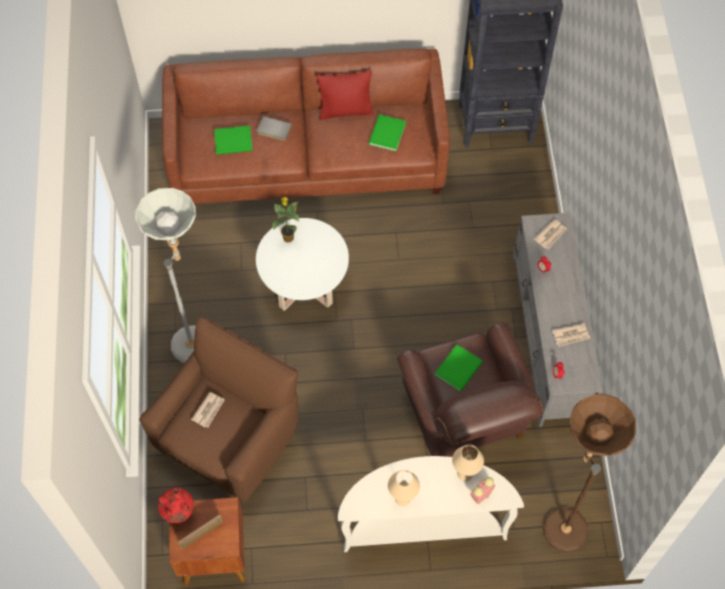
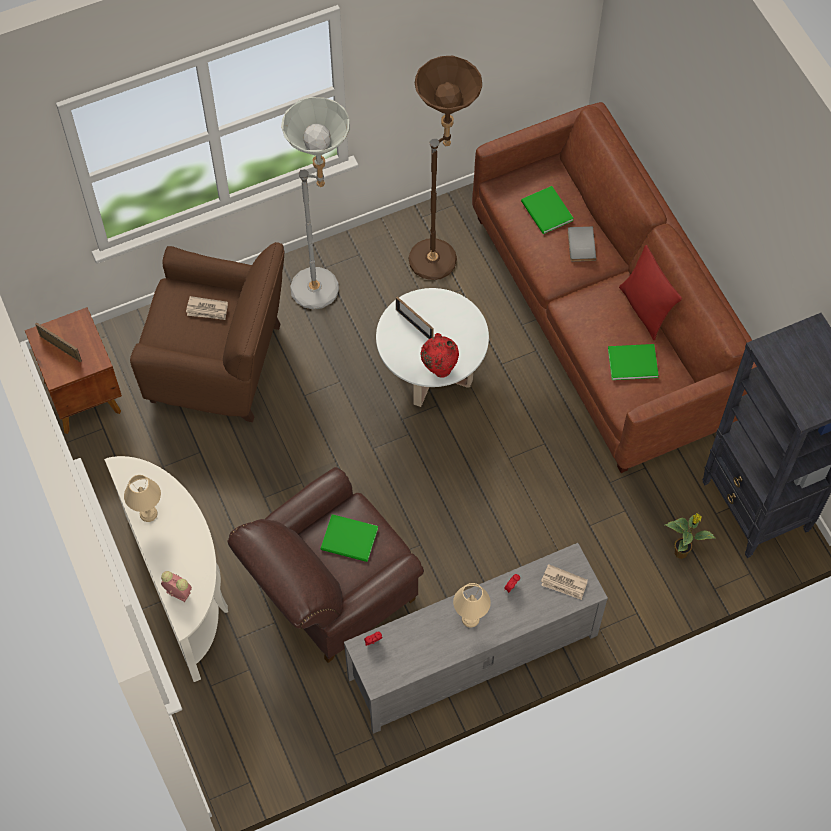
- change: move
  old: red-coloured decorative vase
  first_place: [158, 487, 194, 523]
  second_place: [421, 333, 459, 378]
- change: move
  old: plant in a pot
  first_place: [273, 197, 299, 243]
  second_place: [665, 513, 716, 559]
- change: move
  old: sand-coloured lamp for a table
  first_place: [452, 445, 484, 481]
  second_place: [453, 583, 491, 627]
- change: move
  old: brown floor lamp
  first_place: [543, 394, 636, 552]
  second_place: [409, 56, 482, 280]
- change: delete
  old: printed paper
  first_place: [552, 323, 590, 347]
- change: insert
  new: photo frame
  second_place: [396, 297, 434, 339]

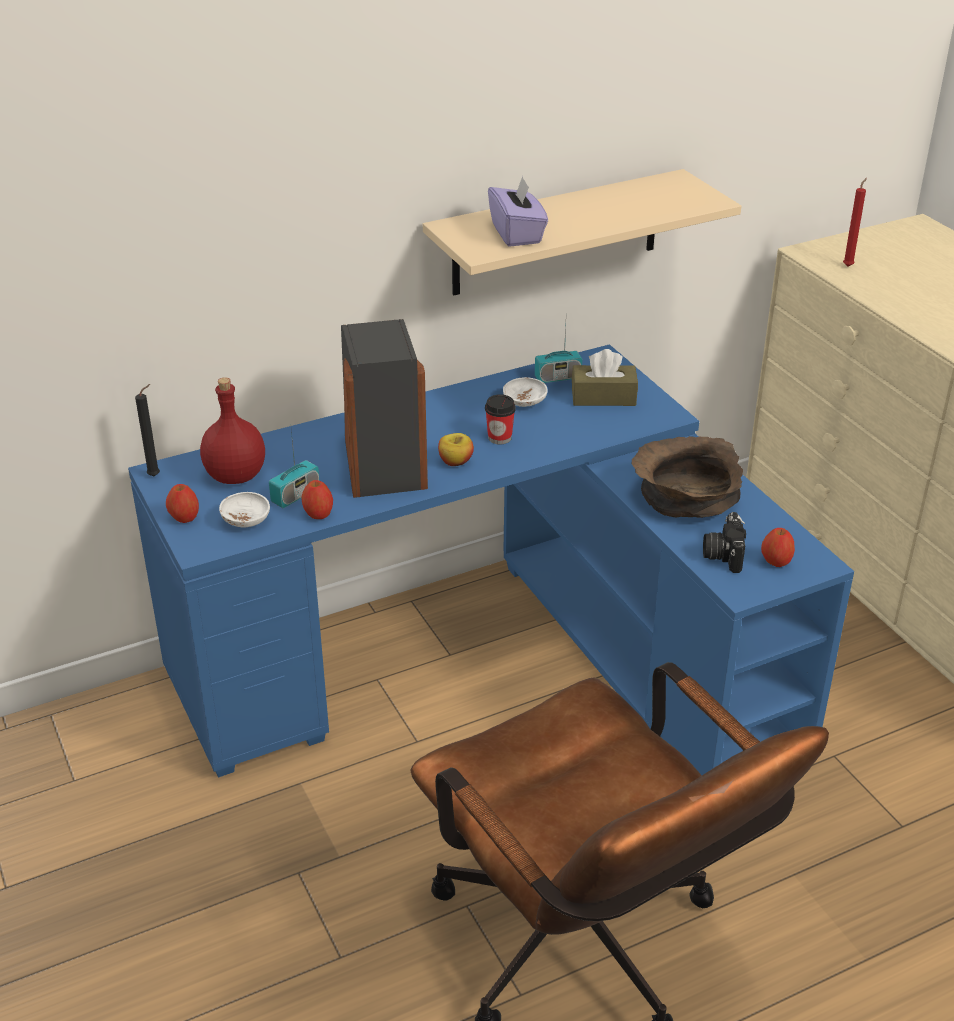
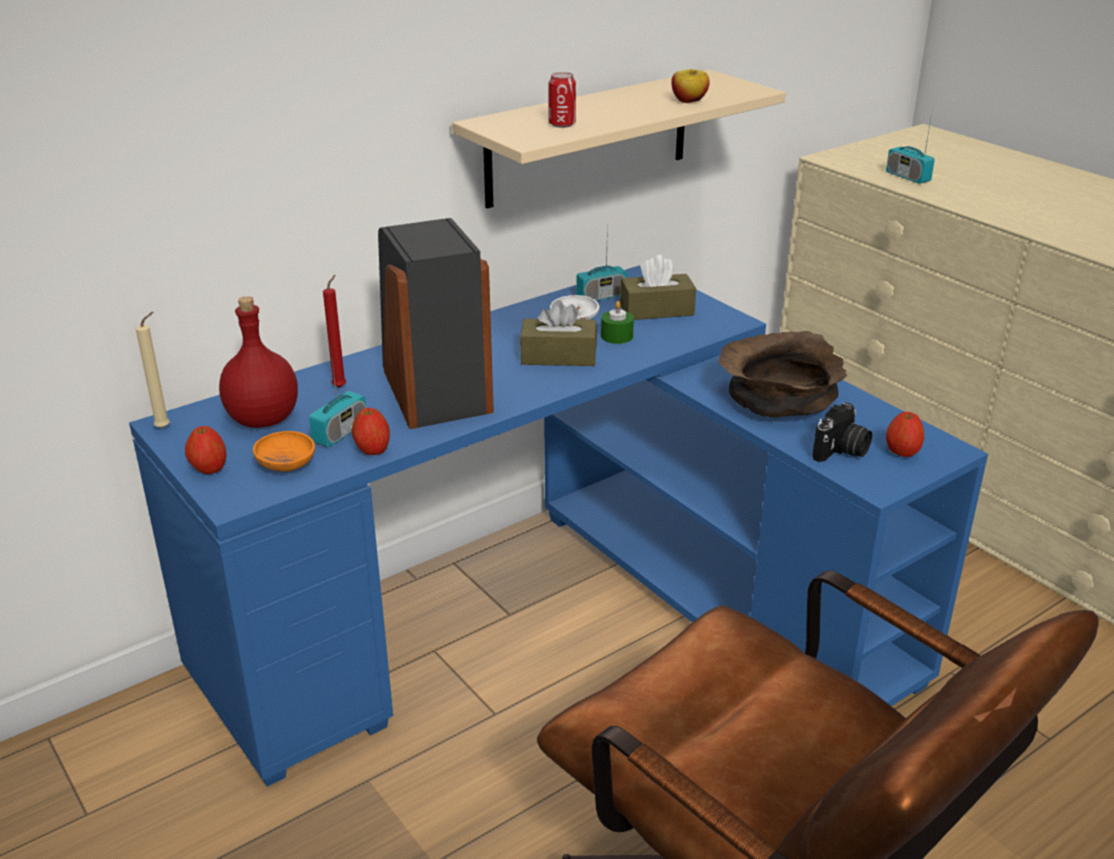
- change: recolor
  old: black wax candle
  new: sand-coloured wax candle
  first_place: [135, 384, 160, 476]
  second_place: [136, 312, 170, 429]
- change: recolor
  old: white deep dish
  new: orangey deep dish
  first_place: [219, 492, 270, 527]
  second_place: [253, 431, 315, 471]
- change: move
  old: apple fruit
  first_place: [438, 433, 474, 466]
  second_place: [671, 69, 710, 103]
- change: replace
  old: cup
  new: brown box of tissues
  first_place: [485, 394, 516, 444]
  second_place: [520, 300, 597, 366]
- change: replace
  old: purple box of tissues
  new: can
  first_place: [488, 176, 548, 247]
  second_place: [548, 72, 576, 128]
- change: rotate
  old: still camera
  first_place: [703, 512, 746, 573]
  second_place: [812, 402, 872, 462]
  degrees: -135
- change: move
  old: red-coloured wax candle
  first_place: [843, 178, 867, 266]
  second_place: [323, 275, 346, 388]
- change: insert
  new: greenish wax candle
  second_place: [601, 301, 634, 344]
- change: insert
  new: radio receiver
  second_place: [886, 114, 935, 184]

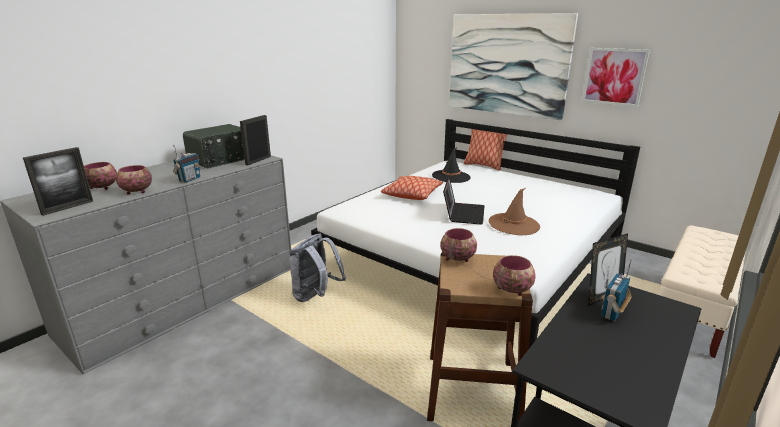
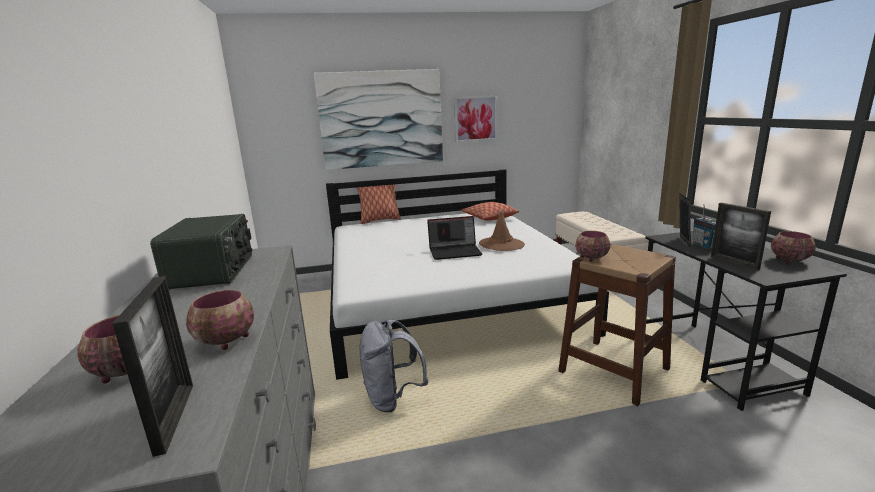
- change: delete
  old: radio receiver
  first_place: [173, 145, 200, 183]
- change: move
  old: photo frame
  first_place: [240, 115, 271, 165]
  second_place: [711, 203, 771, 270]
- change: move
  old: cushion
  first_place: [381, 176, 443, 200]
  second_place: [461, 202, 519, 221]
- change: delete
  old: black hat
  first_place: [432, 147, 471, 183]
- change: rotate
  old: notebook computer
  first_place: [443, 176, 485, 225]
  second_place: [427, 216, 482, 260]
  degrees: 120
- change: move
  old: deep dish
  first_place: [493, 255, 536, 296]
  second_place: [771, 231, 816, 263]

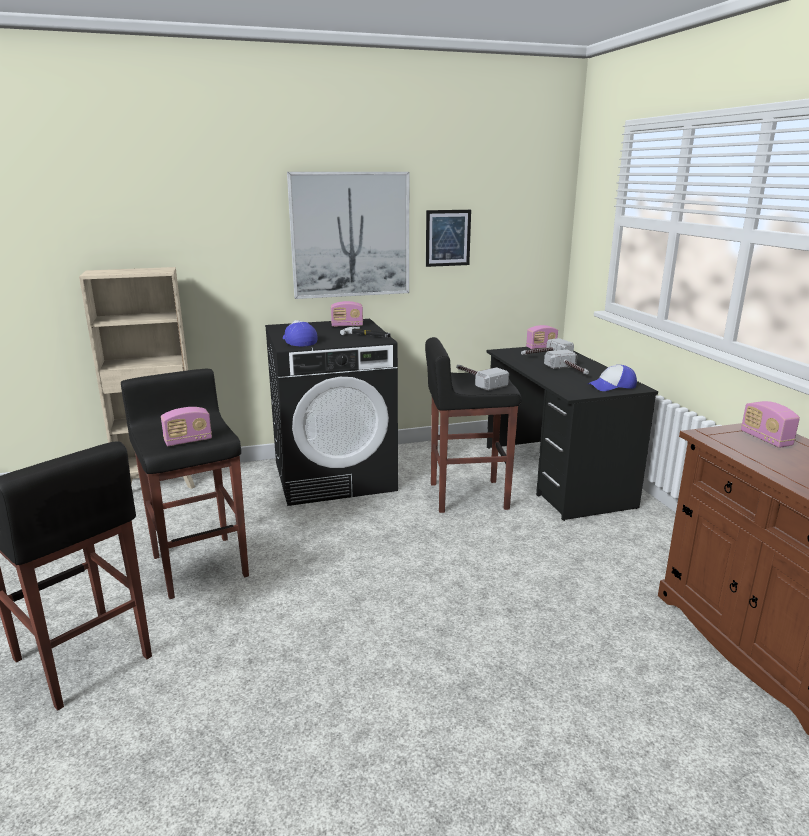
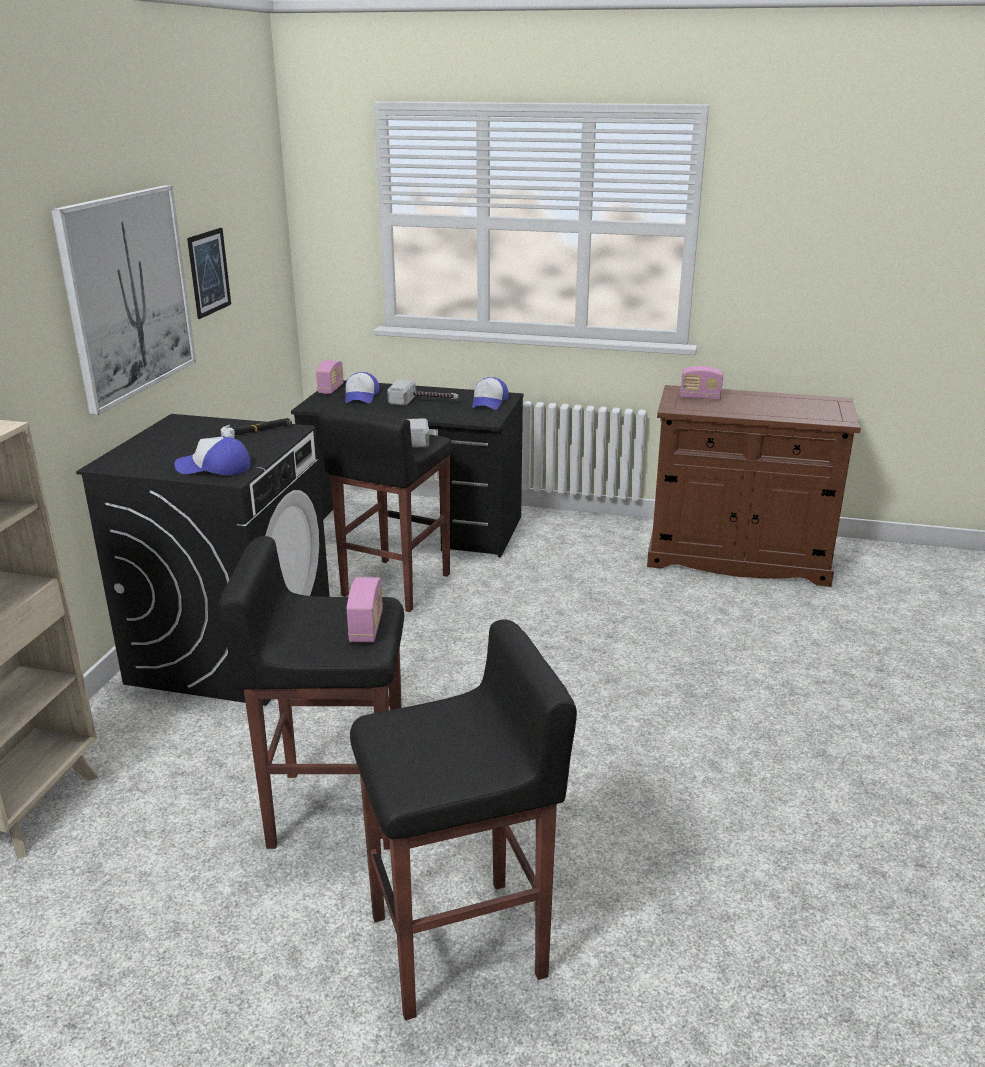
- change: delete
  old: radio receiver
  first_place: [331, 301, 363, 327]
- change: replace
  old: hammer
  new: cap
  first_place: [521, 338, 574, 355]
  second_place: [345, 372, 379, 403]

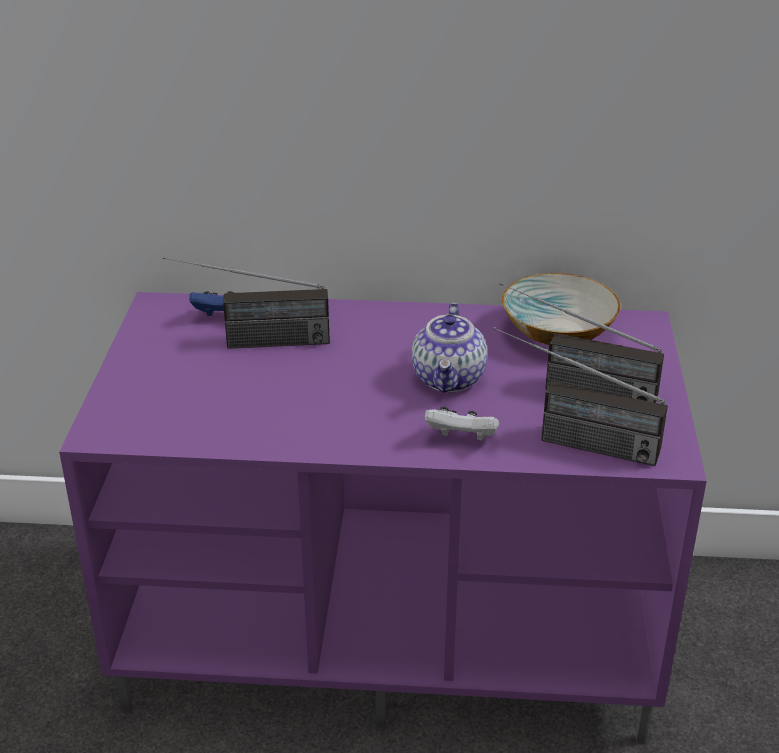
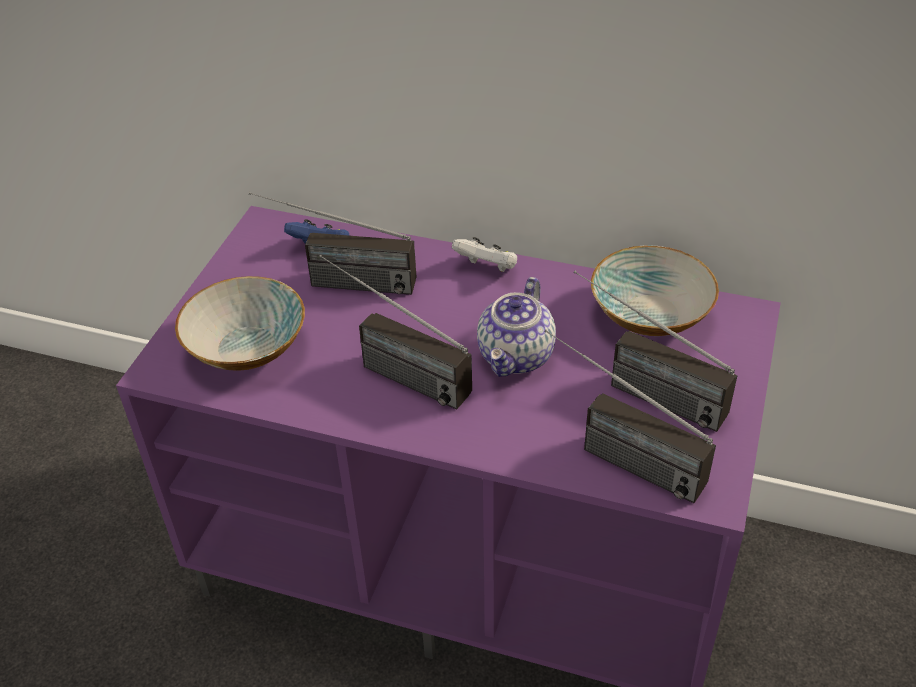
- change: move
  old: white gamepad
  first_place: [425, 407, 499, 441]
  second_place: [452, 237, 517, 272]
- change: insert
  new: deep dish
  second_place: [175, 276, 305, 371]
- change: insert
  new: radio receiver
  second_place: [319, 254, 472, 410]

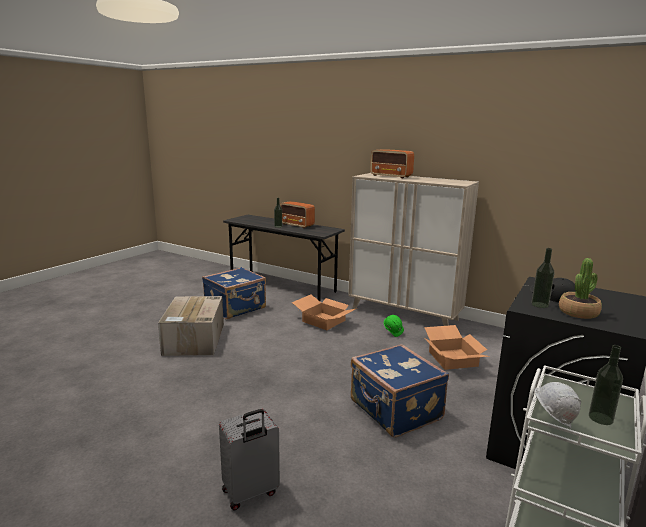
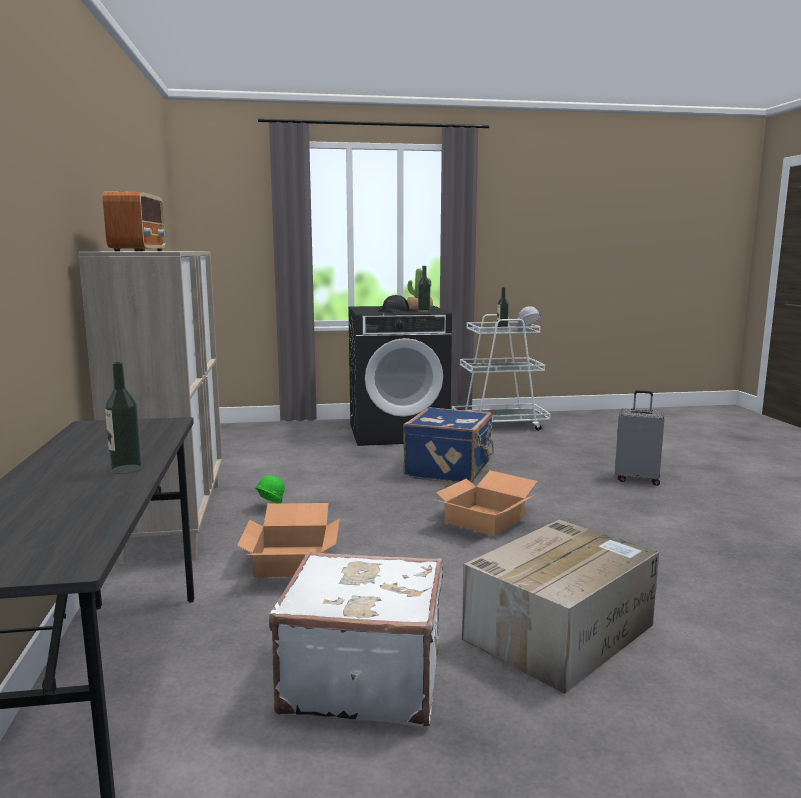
- change: recolor
  old: blue-coloured travel case
  new: white travel case
  first_place: [202, 267, 266, 319]
  second_place: [269, 552, 443, 727]
- change: delete
  old: radio receiver
  first_place: [280, 201, 315, 228]
- change: move
  old: packing box
  first_place: [424, 325, 489, 370]
  second_place: [432, 470, 537, 536]

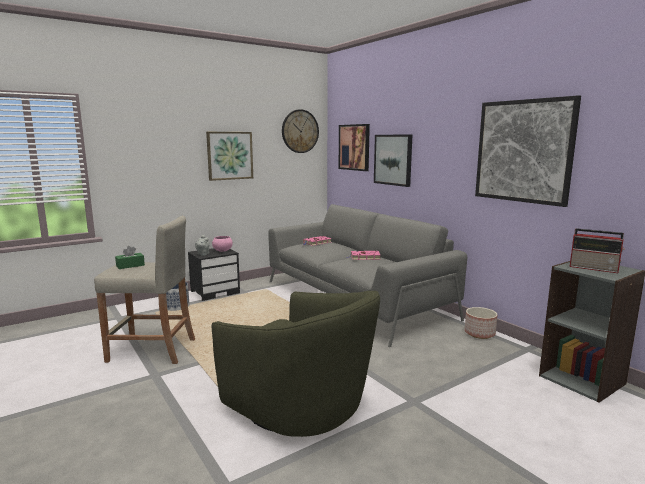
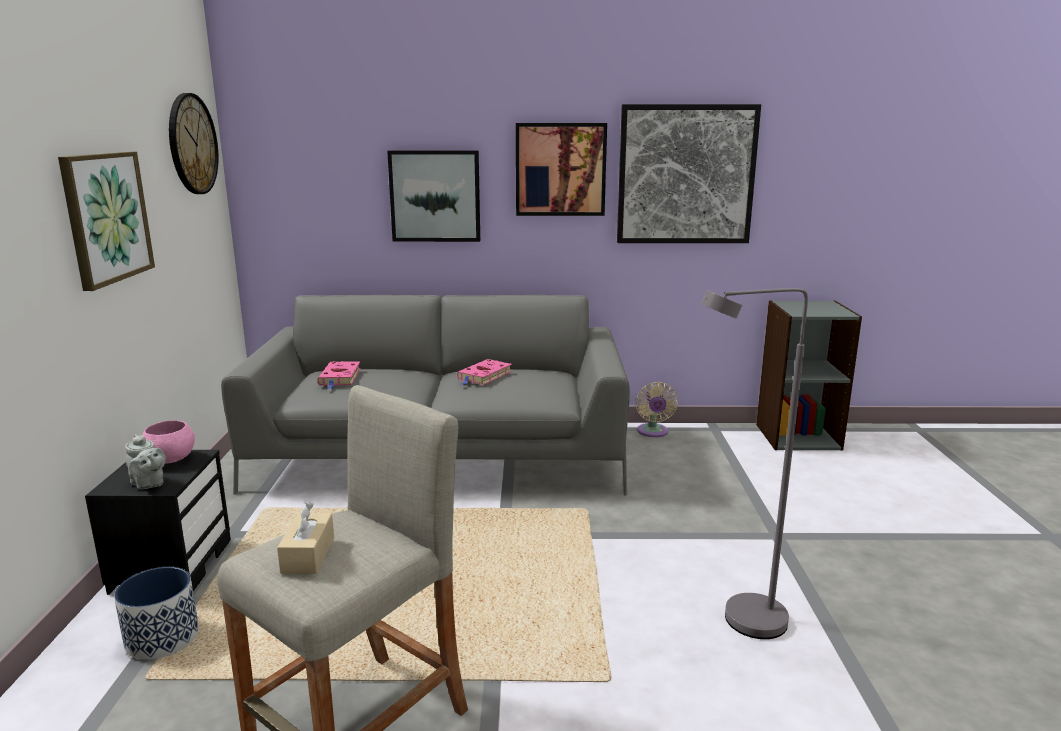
- change: recolor
  old: greenish box of tissues
  new: sand-coloured box of tissues
  first_place: [115, 246, 145, 269]
  second_place: [277, 502, 334, 574]
- change: replace
  old: greenish armchair
  new: greyish floor lamp
  first_place: [212, 291, 380, 437]
  second_place: [701, 288, 808, 639]
- change: move
  old: wall art
  first_place: [339, 124, 370, 171]
  second_place: [516, 123, 607, 216]
- change: replace
  old: plant pot
  new: sand-coloured fan
  first_place: [465, 307, 497, 339]
  second_place: [635, 382, 678, 437]
- change: delete
  old: radio receiver
  first_place: [570, 228, 625, 273]

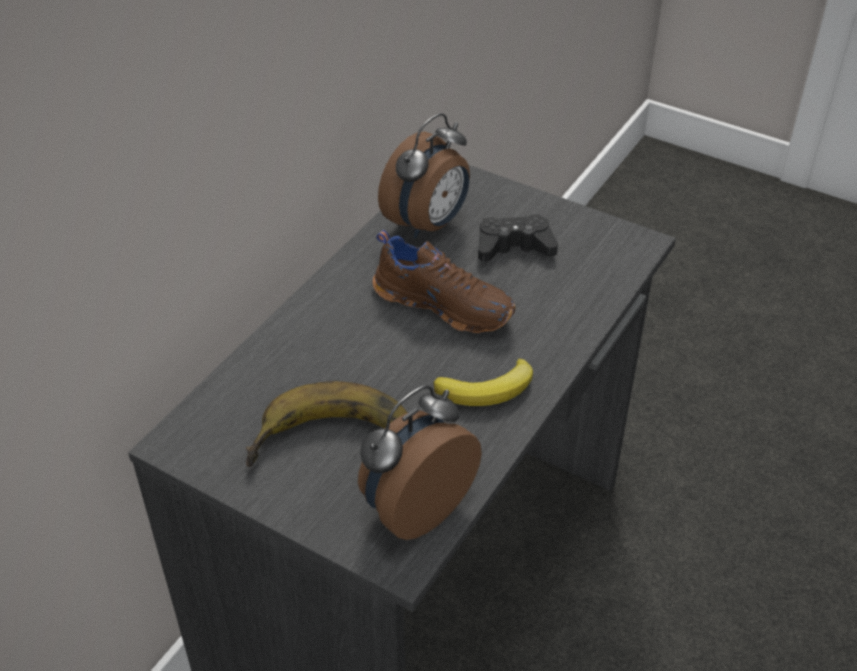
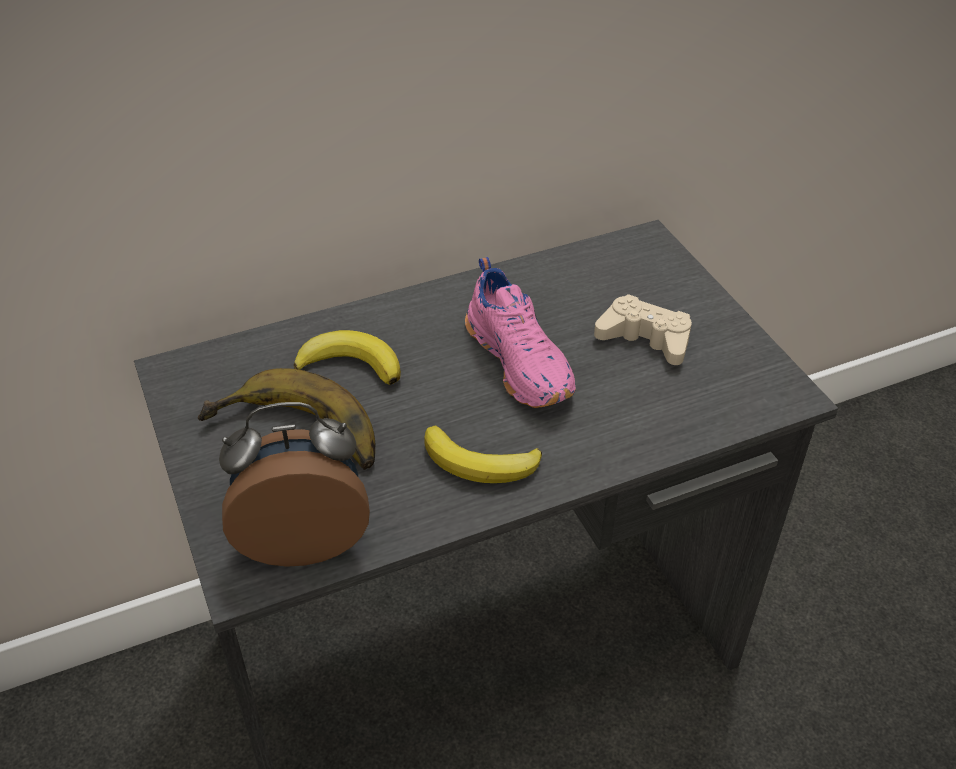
- change: recolor
  old: brown item of footwear
  new: pink-coloured item of footwear
  first_place: [373, 230, 516, 333]
  second_place: [465, 257, 576, 408]
- change: delete
  old: bedside clock
  first_place: [378, 113, 470, 238]
- change: recolor
  old: black gamepad
  new: sand-coloured gamepad
  first_place: [478, 214, 558, 262]
  second_place: [594, 294, 692, 365]
- change: insert
  new: banana fruit
  second_place: [294, 330, 401, 385]

